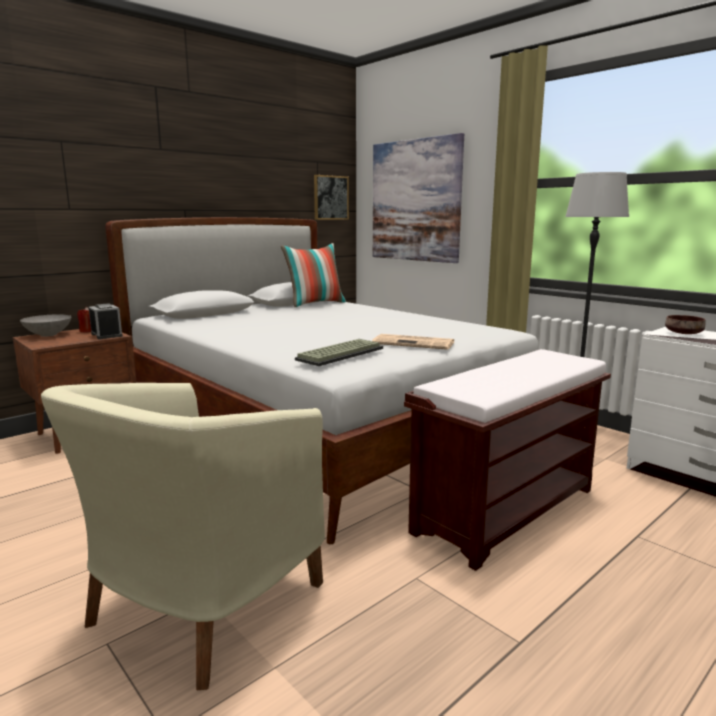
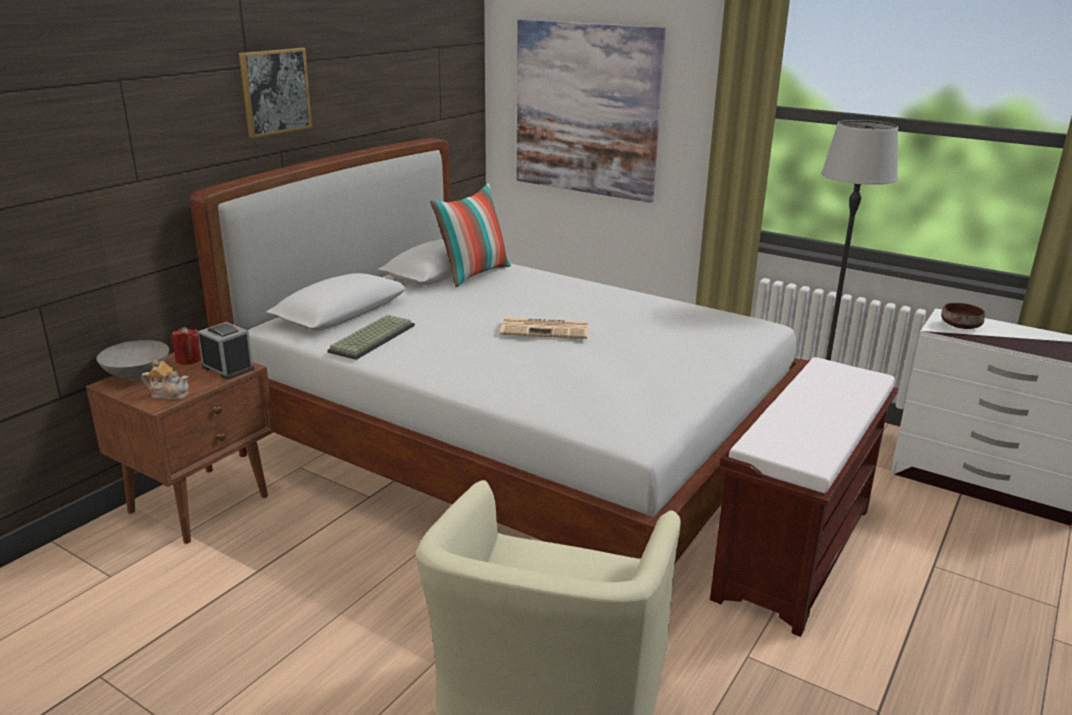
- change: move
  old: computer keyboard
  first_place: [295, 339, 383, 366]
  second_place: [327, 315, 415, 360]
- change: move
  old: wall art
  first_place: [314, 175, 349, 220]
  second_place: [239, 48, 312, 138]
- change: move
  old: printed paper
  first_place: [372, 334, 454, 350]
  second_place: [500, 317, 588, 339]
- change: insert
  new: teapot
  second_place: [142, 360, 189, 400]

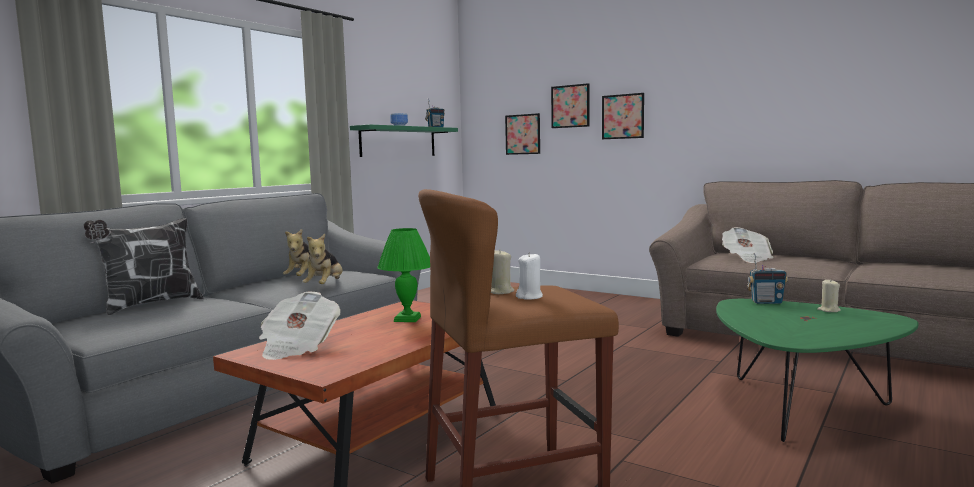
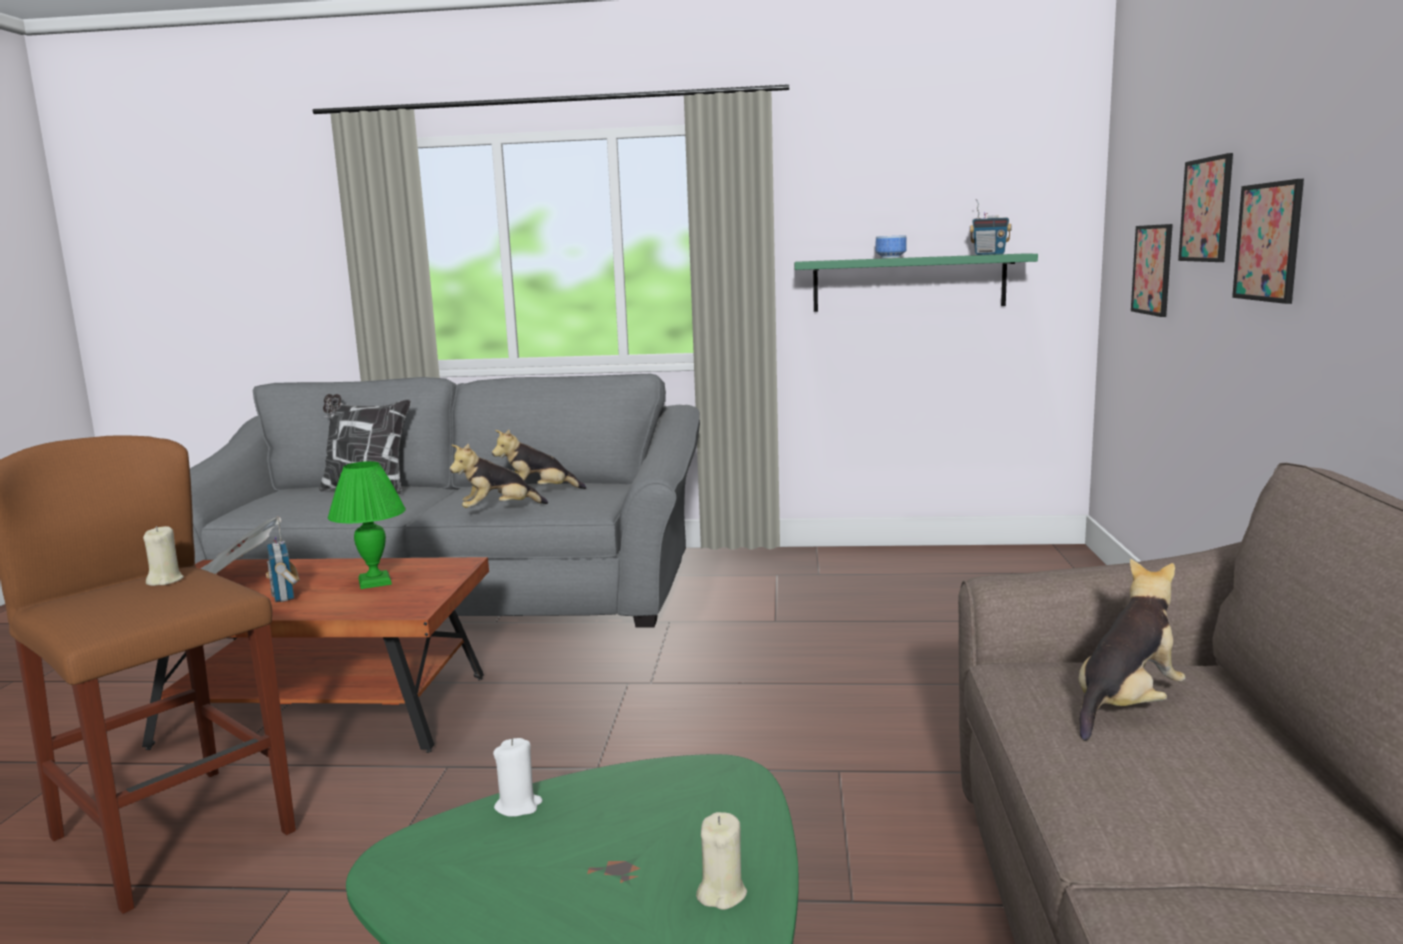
- change: move
  old: white wax candle
  first_place: [516, 252, 543, 300]
  second_place: [493, 738, 542, 817]
- change: replace
  old: printed paper
  new: cuddly toy
  first_place: [722, 227, 774, 263]
  second_place: [1079, 558, 1186, 741]
- change: move
  old: radio receiver
  first_place: [747, 253, 788, 304]
  second_place: [266, 516, 300, 602]

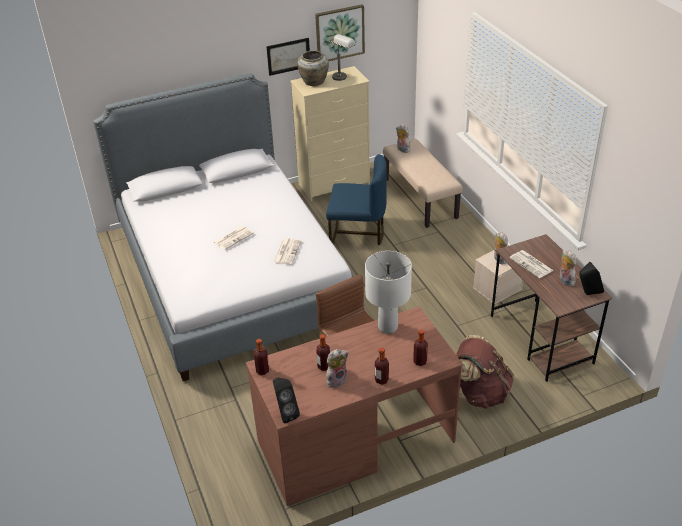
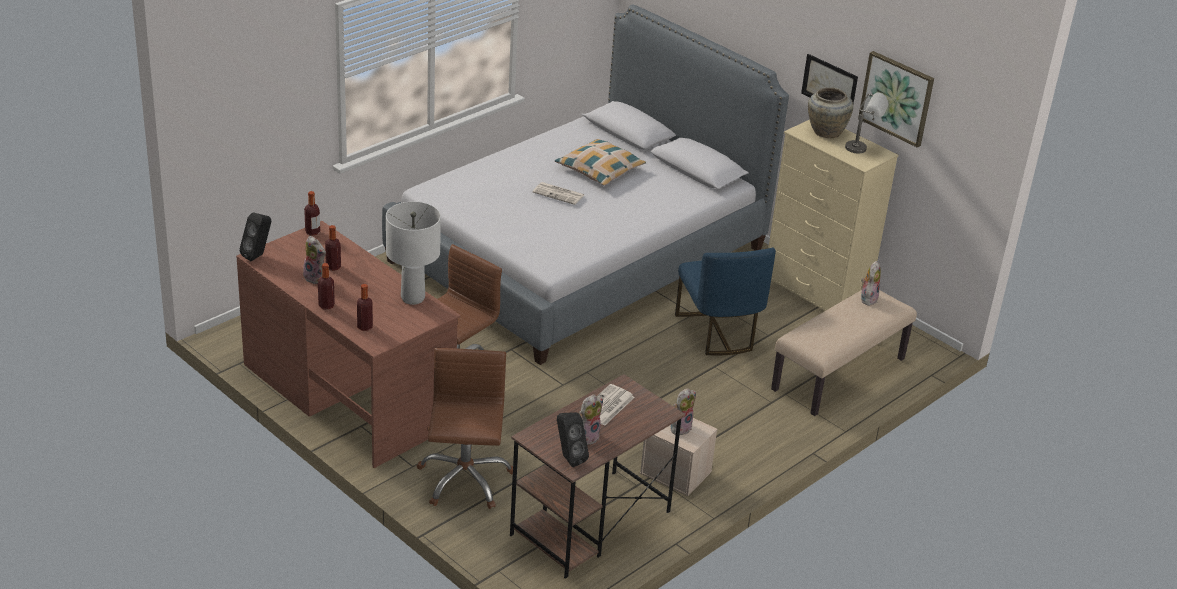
- change: delete
  old: printed paper
  first_place: [273, 238, 302, 265]
- change: replace
  old: brown knapsack
  new: brown computer chair
  first_place: [456, 335, 514, 409]
  second_place: [417, 348, 513, 509]
- change: insert
  new: cushion
  second_place: [555, 139, 646, 185]

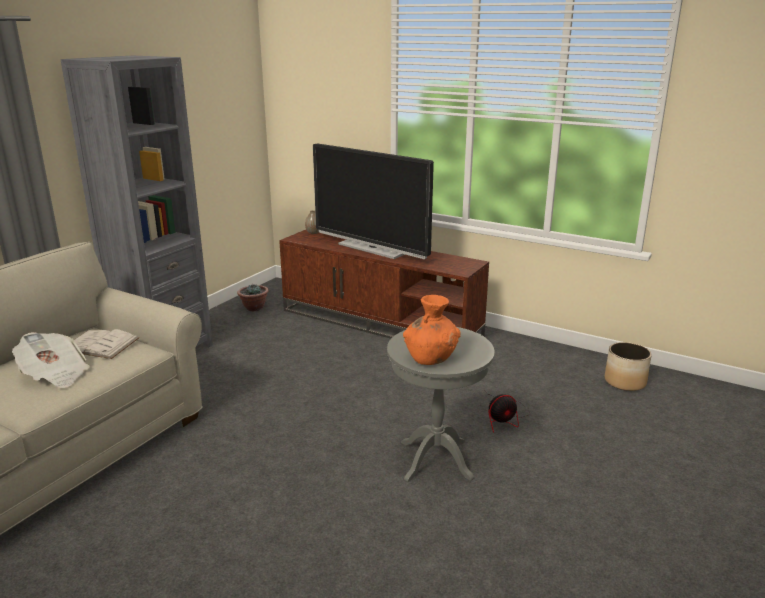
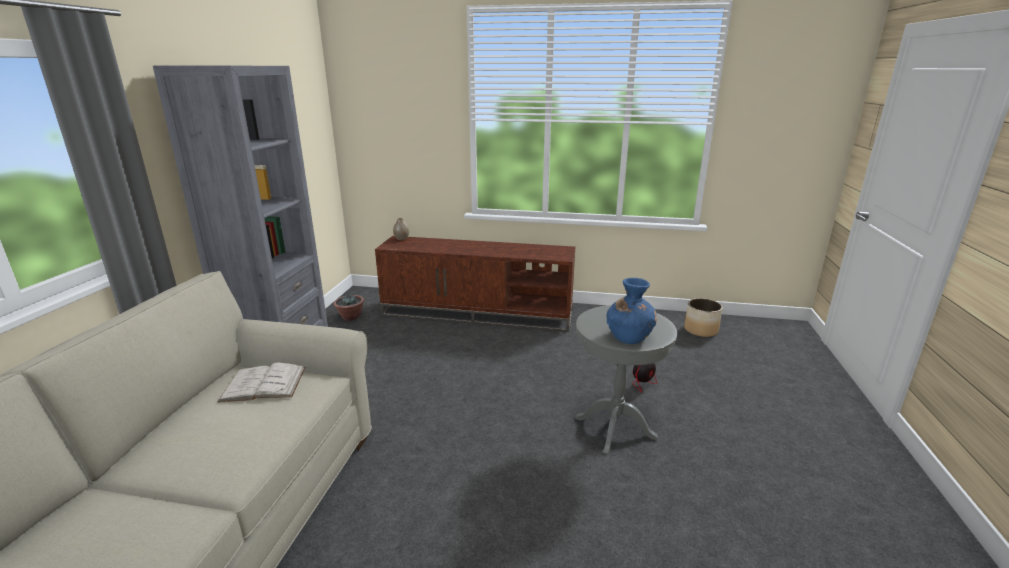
- change: delete
  old: printed paper
  first_place: [12, 332, 90, 388]
- change: delete
  old: TV set
  first_place: [313, 143, 434, 259]
- change: recolor
  old: orangey decorative vase
  new: blue-coloured decorative vase
  first_place: [403, 295, 460, 365]
  second_place: [606, 278, 657, 344]

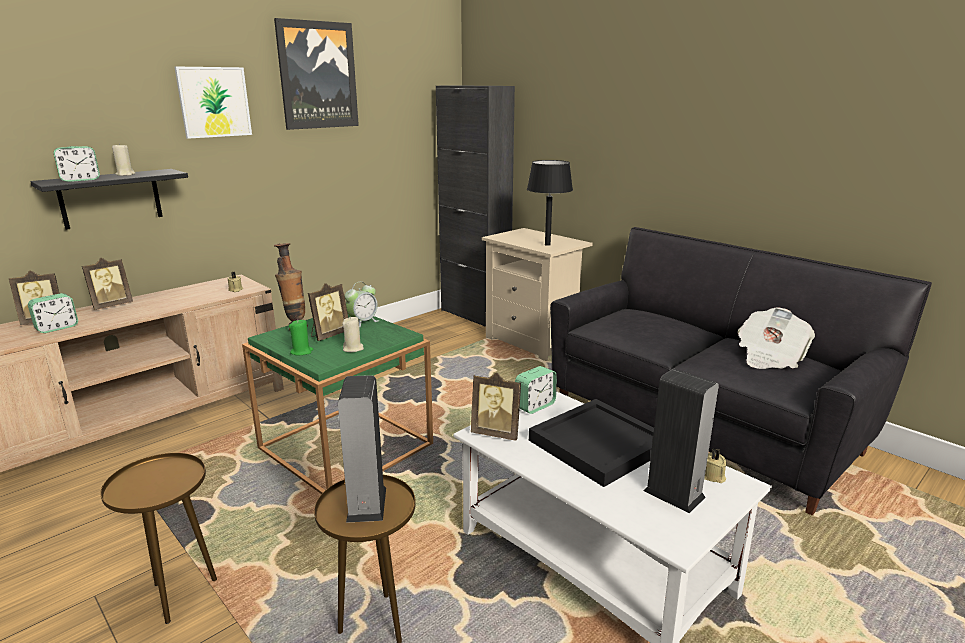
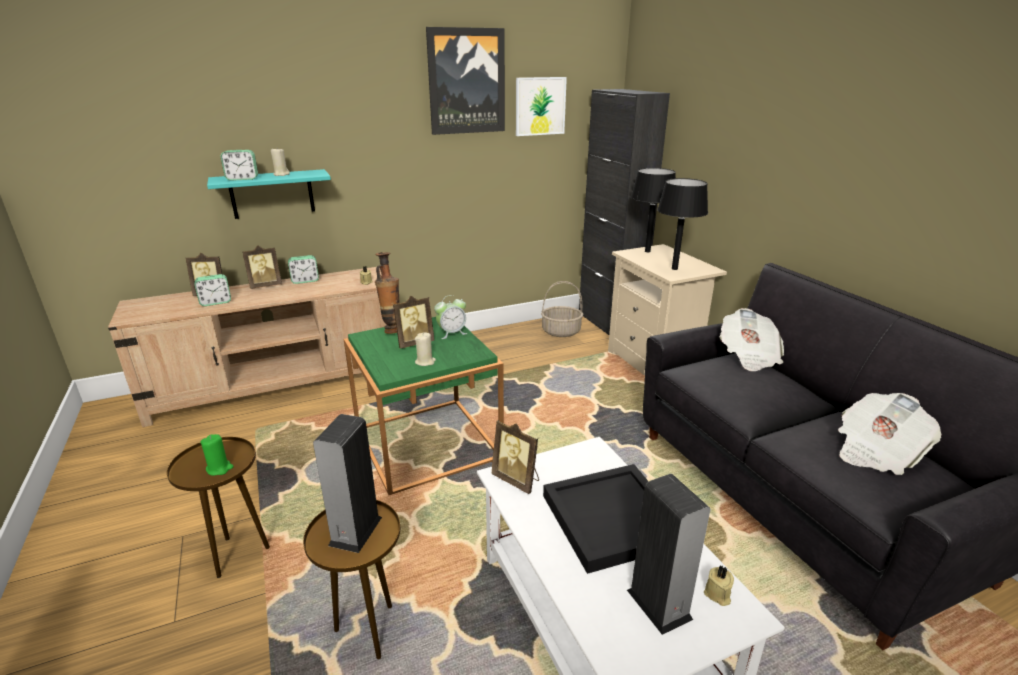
- change: recolor
  old: black wall shelf
  new: blue-green wall shelf
  first_place: [30, 169, 188, 230]
  second_place: [207, 169, 331, 219]
- change: move
  old: wall art
  first_place: [174, 67, 252, 139]
  second_place: [516, 77, 567, 136]
- change: move
  old: greenish wax candle
  first_place: [289, 320, 313, 355]
  second_place: [201, 434, 234, 476]
- change: move
  old: bedside clock
  first_place: [515, 366, 556, 414]
  second_place: [288, 255, 319, 284]
- change: insert
  new: storage basket
  second_place: [541, 281, 583, 337]
- change: insert
  new: black lamp for a table
  second_place: [631, 168, 676, 252]
- change: insert
  new: printed paper
  second_place: [720, 308, 784, 371]

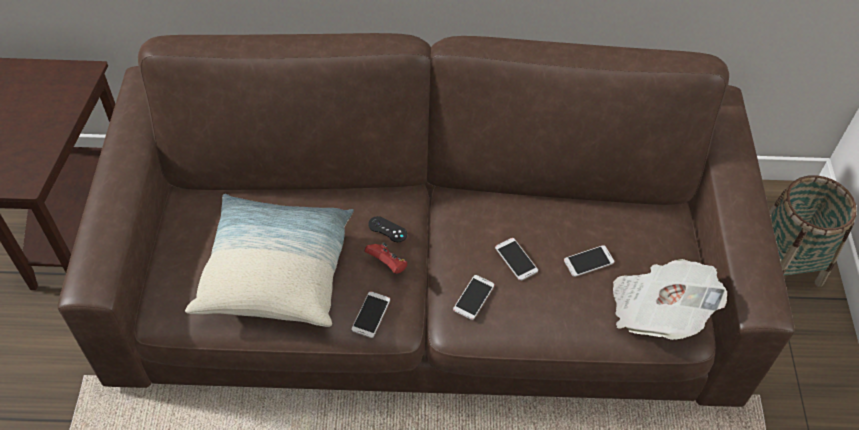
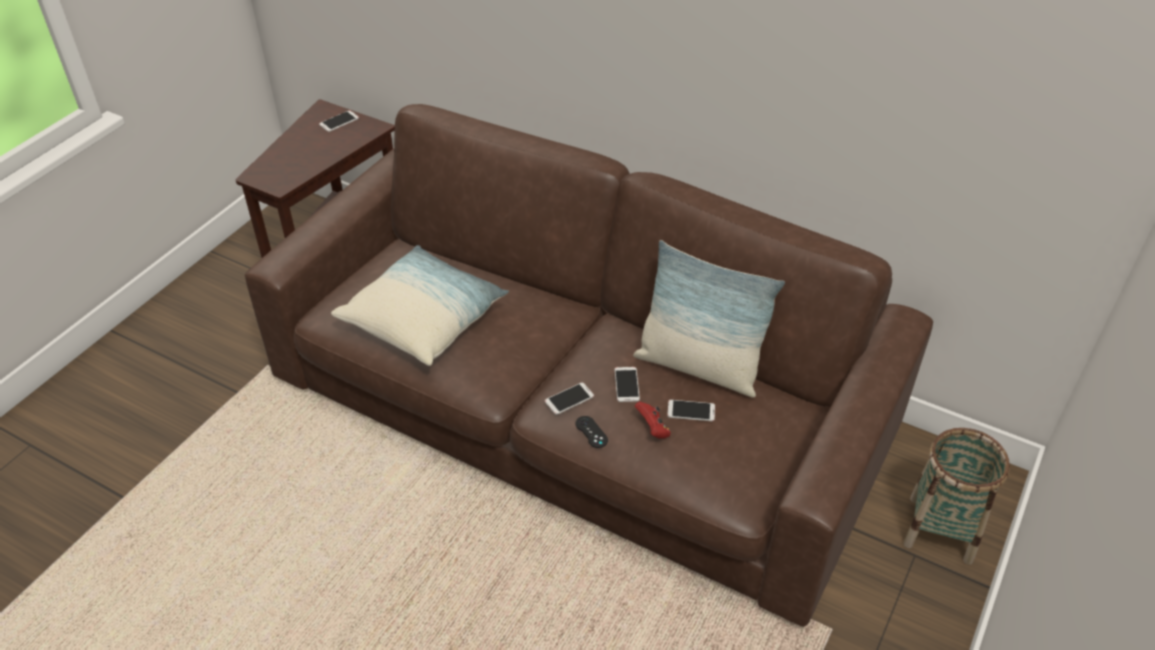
- change: move
  old: telephone
  first_place: [351, 291, 390, 338]
  second_place: [319, 110, 359, 132]
- change: move
  old: red-coloured gamepad
  first_place: [365, 243, 407, 274]
  second_place: [635, 401, 671, 438]
- change: move
  old: black gamepad
  first_place: [368, 216, 407, 242]
  second_place: [575, 416, 608, 448]
- change: delete
  old: printed paper
  first_place: [613, 259, 727, 340]
- change: insert
  new: cushion
  second_place: [633, 240, 785, 398]

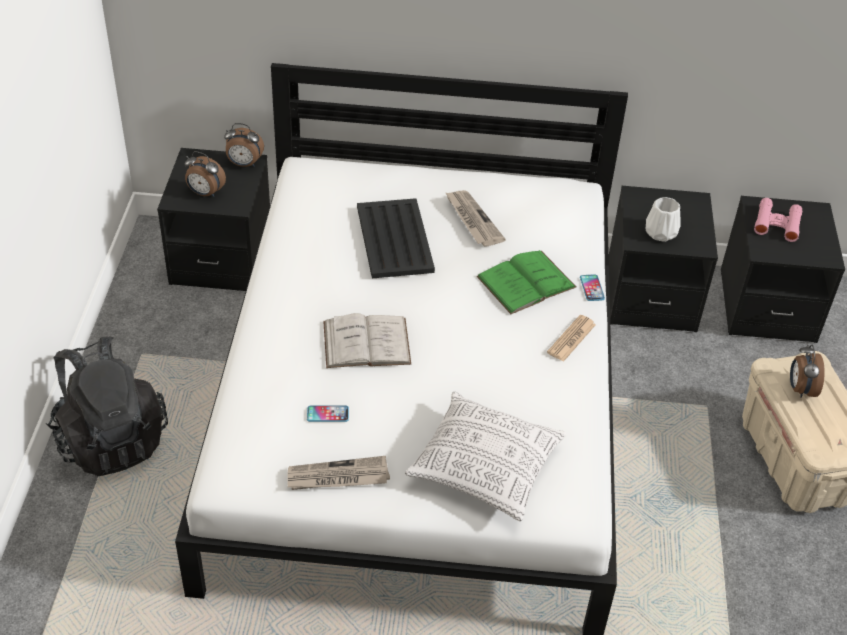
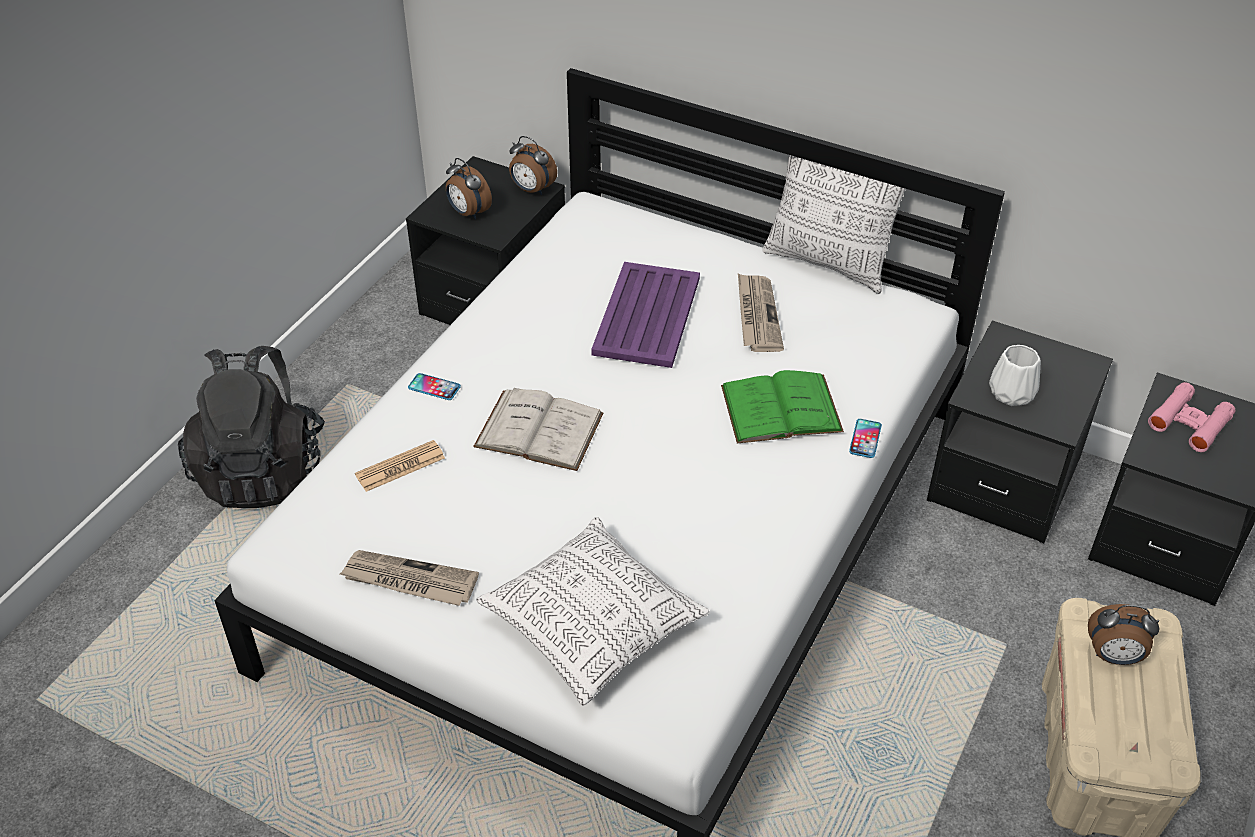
- change: move
  old: telephone
  first_place: [307, 406, 349, 422]
  second_place: [408, 373, 461, 400]
- change: recolor
  old: black carrying tray
  new: purple carrying tray
  first_place: [357, 198, 435, 278]
  second_place: [591, 262, 700, 368]
- change: move
  old: printed paper
  first_place: [547, 315, 596, 362]
  second_place: [355, 440, 445, 492]
- change: rotate
  old: bedside clock
  first_place: [790, 344, 825, 398]
  second_place: [1088, 604, 1159, 665]
  degrees: -105
- change: insert
  new: cushion
  second_place: [762, 131, 905, 294]

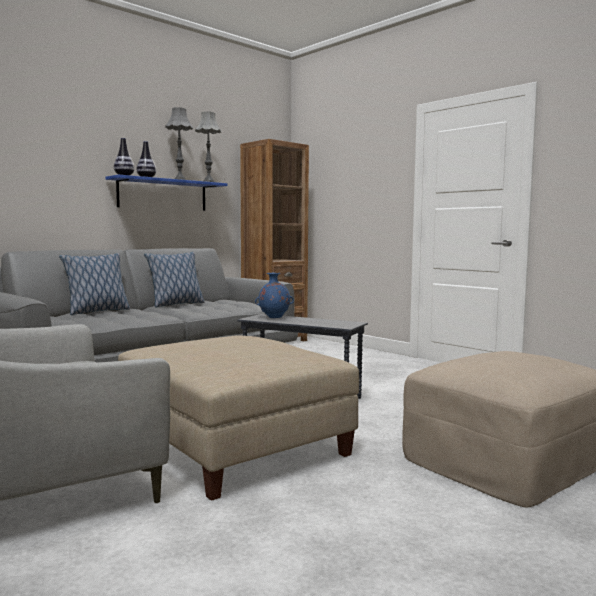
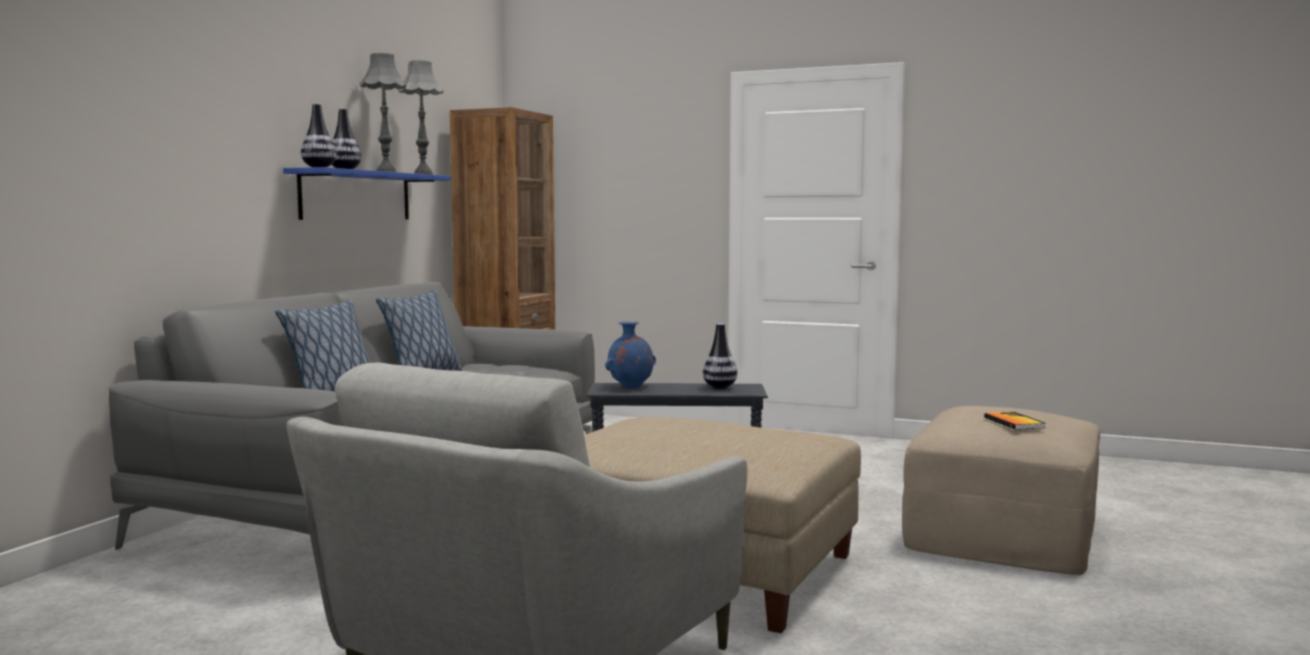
- change: insert
  new: decorative vase
  second_place: [703, 323, 738, 389]
- change: insert
  new: bound book
  second_place: [984, 412, 1045, 430]

